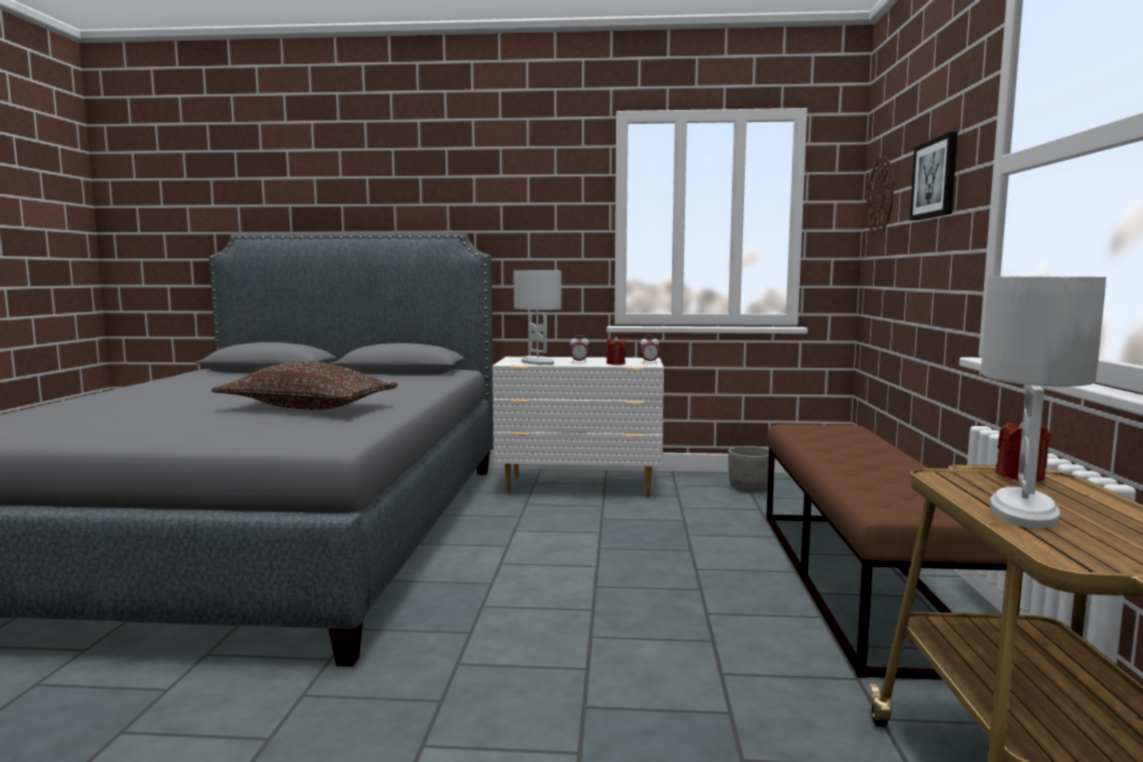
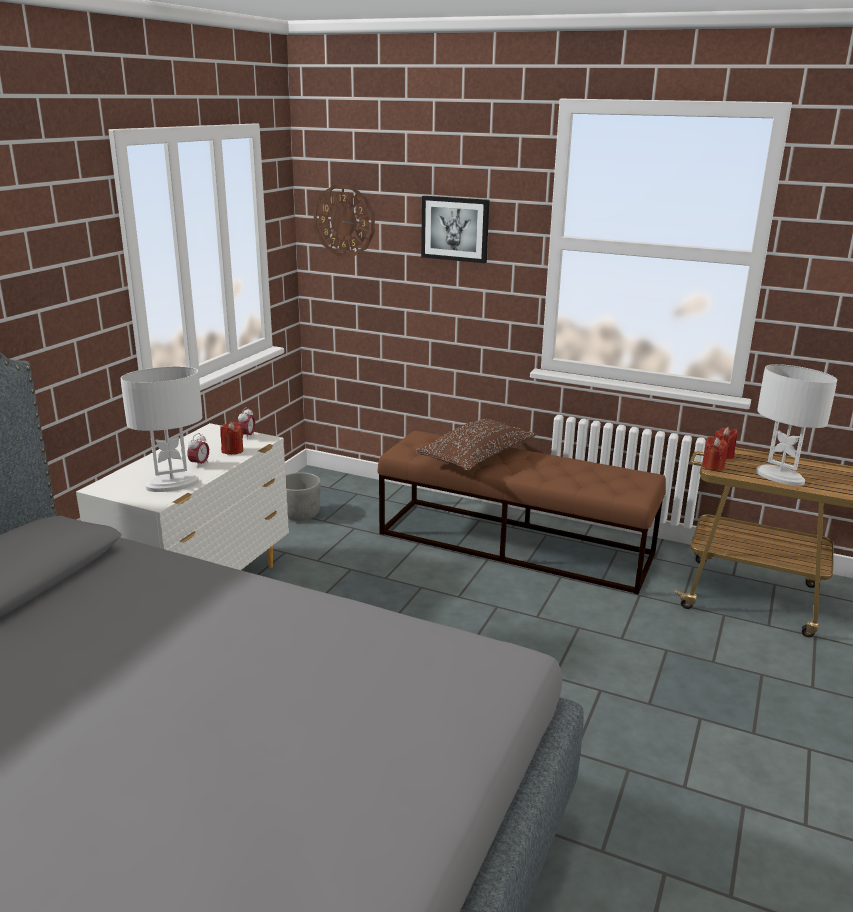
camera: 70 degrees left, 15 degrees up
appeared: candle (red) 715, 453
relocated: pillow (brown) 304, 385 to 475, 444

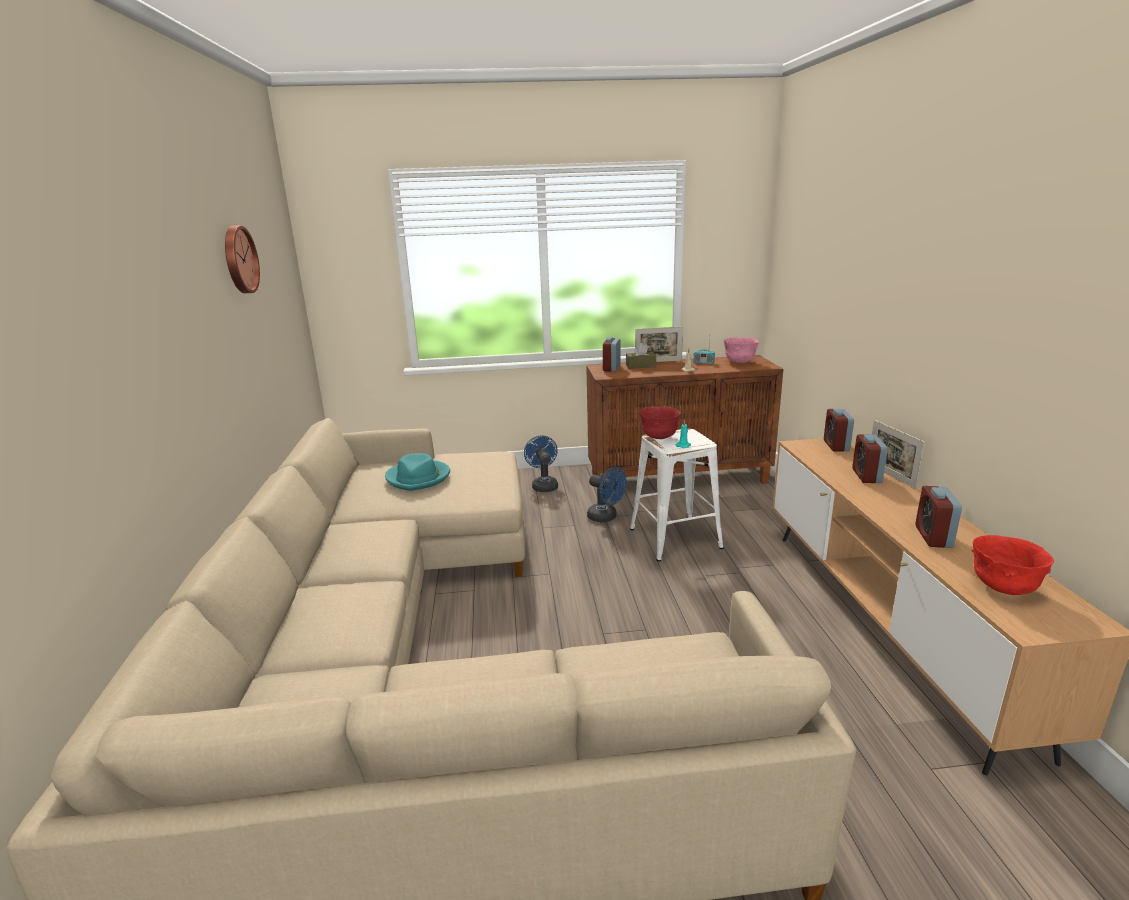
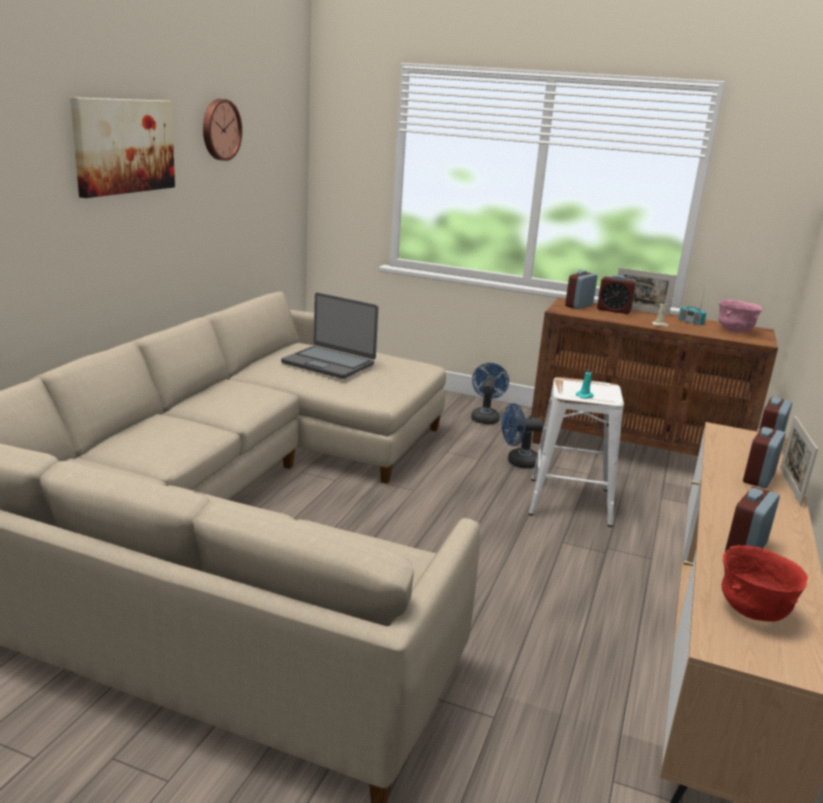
camera: 25 degrees right, 0 degrees up
missing: bowl (red) 659, 423
appeared: picture 122, 147
exchanged: hat (turquoise) 417, 472 to laptop 329, 336; tissue box (brown) 641, 356 to alarm clock 616, 294
spun: fan (blue) 607, 494 = 522, 436 105 degrees clockwise

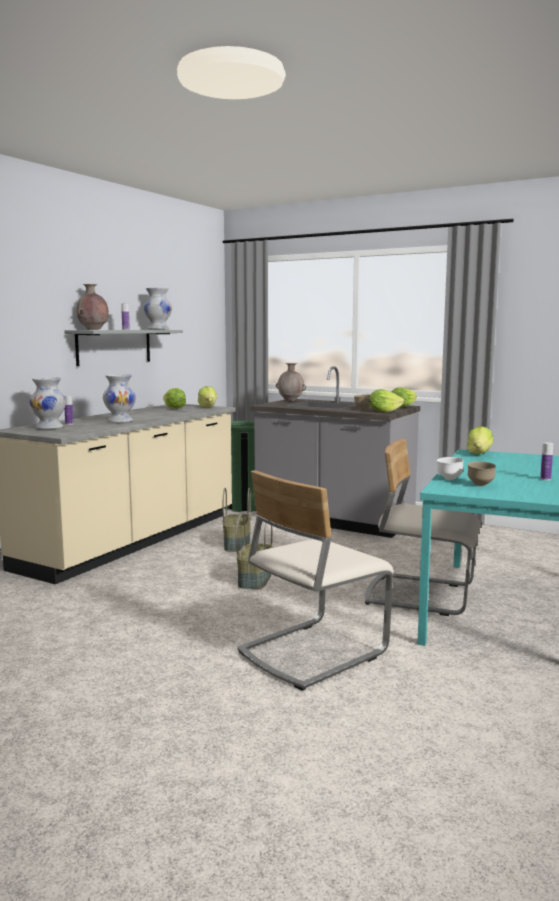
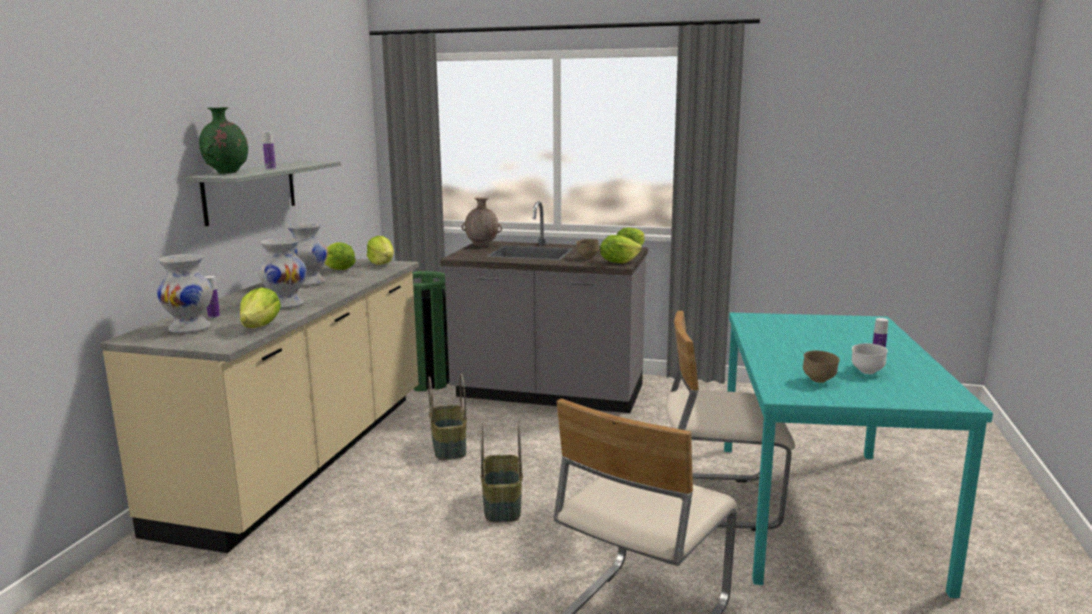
camera: 15 degrees left, 5 degrees up
relocated: lettuce 480, 440 to 260, 307; vase (white) 157, 309 to 307, 254; bowl (white) 450, 468 to 870, 358
colour: vase (brown) 92, 307 to vase (green) 223, 140

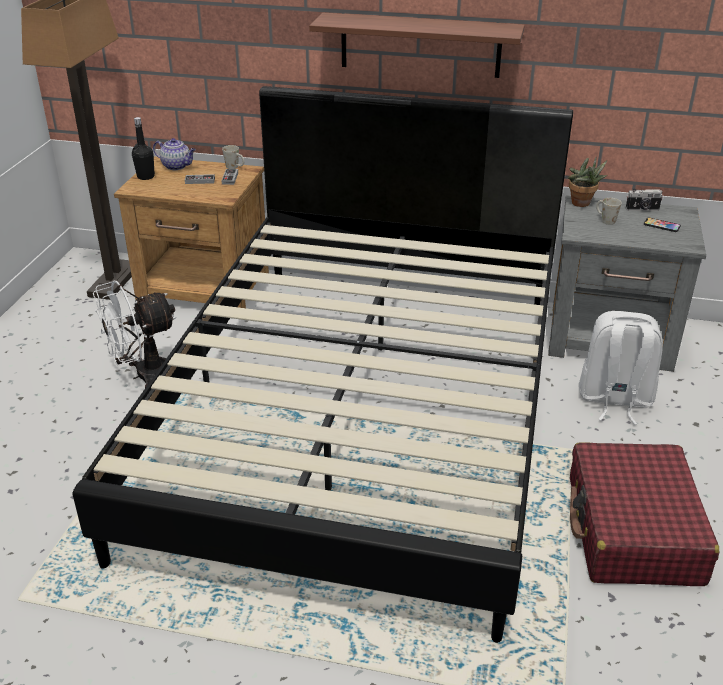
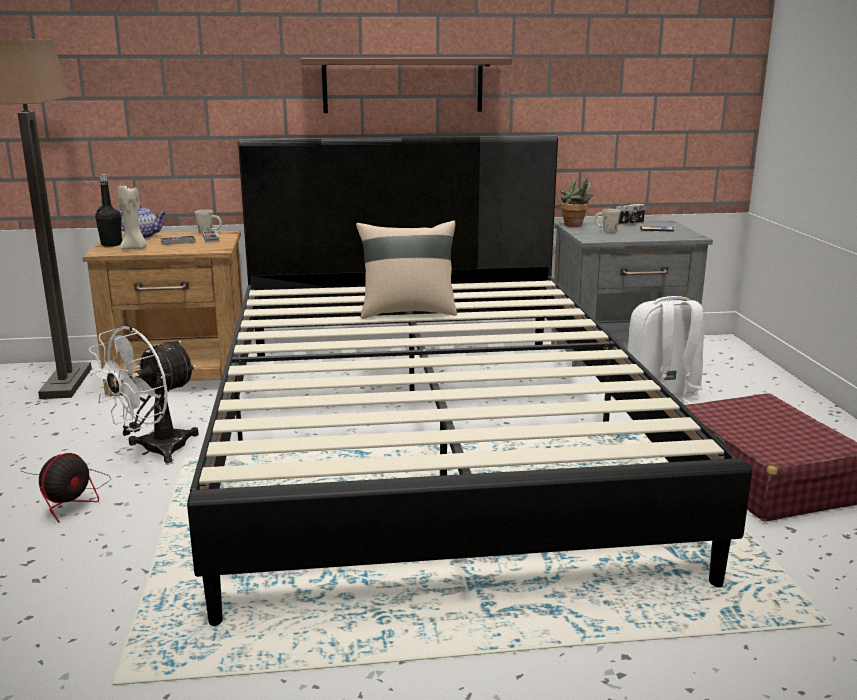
camera: 20 degrees left, 15 degrees down
appeared: fan 65, 487; candle (beige) 132, 217; pillow (beige) 406, 270

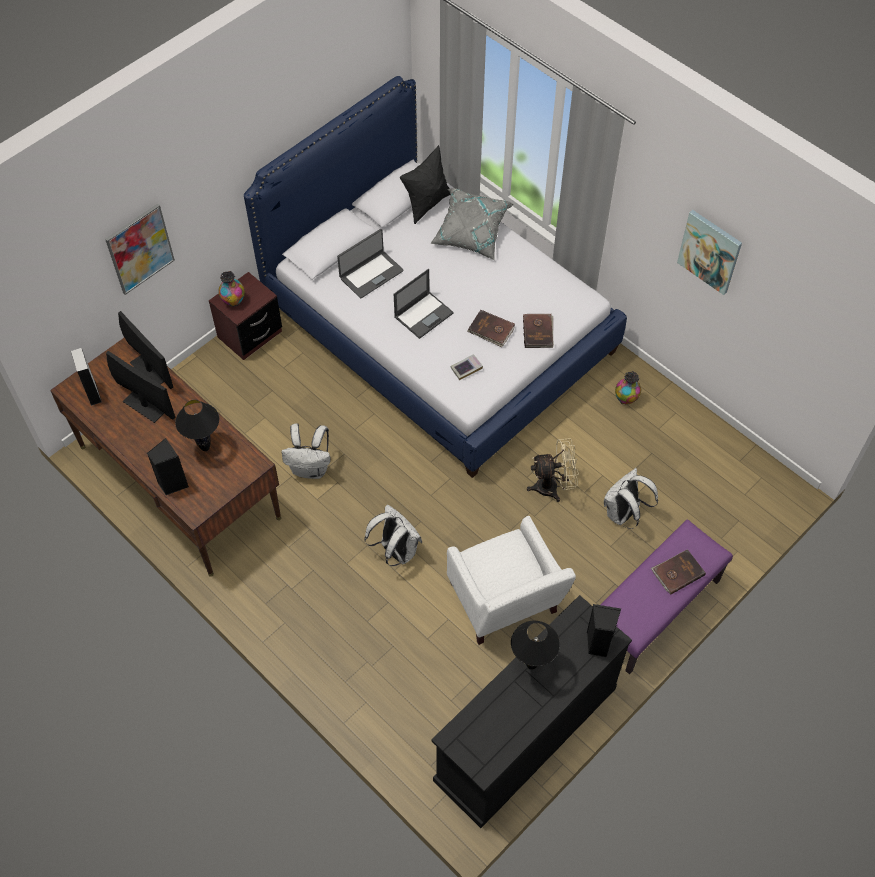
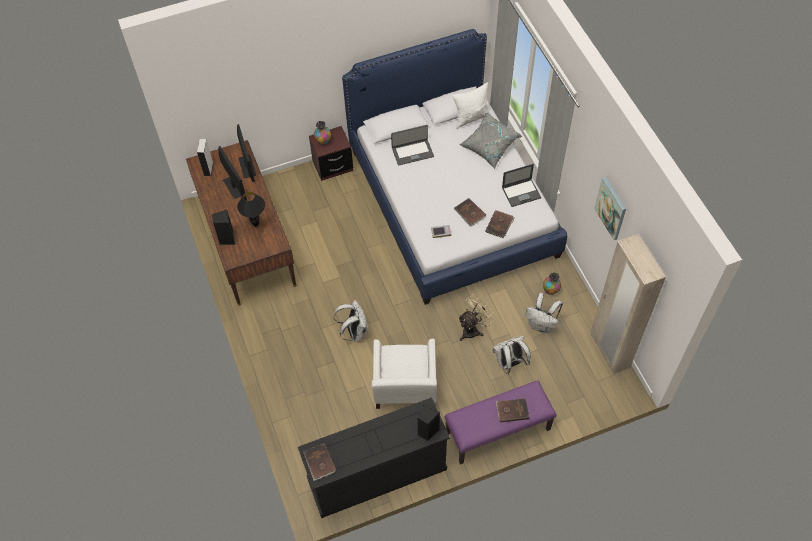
camera: 25 degrees right, 0 degrees up
missing: picture 140, 249; table lamp (black) 535, 645
appeared: book (brown) 320, 462; wardrobe (beige) 628, 304
relocated: laptop 424, 304 to 521, 185; backpack (white) 306, 451 to 544, 313
colour: pillow (black) 425, 184 to pillow (white) 471, 105
spun: fan (beige) 553, 470 = 476, 317 60 degrees counterclockwise

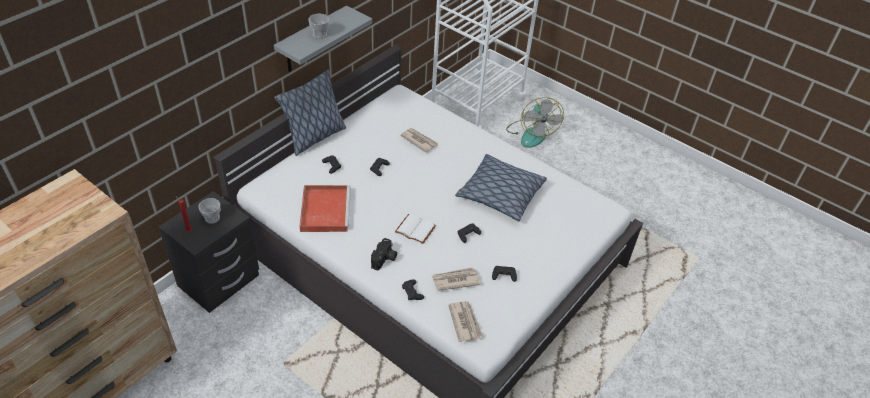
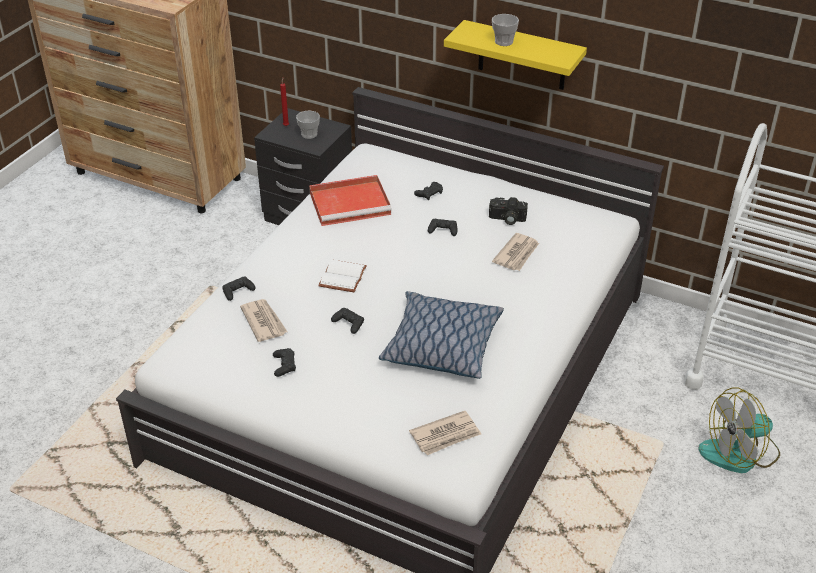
camera: 80 degrees right, 5 degrees down
missing: pillow 310, 112
relocated: newspaper 465, 321 to 445, 433; photo camera 384, 254 to 508, 211
colour: shelf (grey) 323, 39 to shelf (yellow) 515, 55

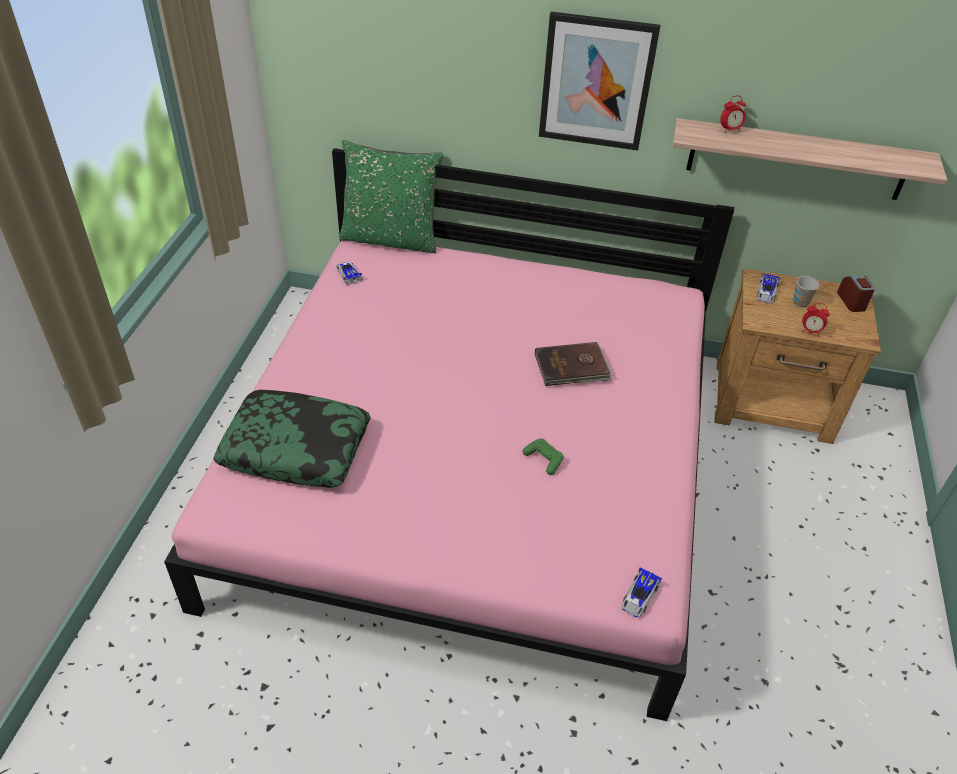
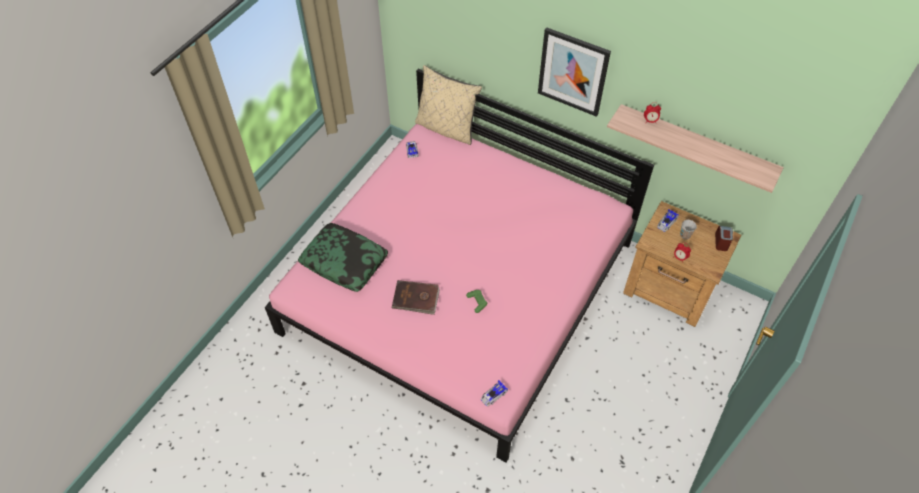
camera: 20 degrees right, 10 degrees up
relocated: book (brown) 573, 364 to 415, 297
colour: pillow (green) 391, 196 to pillow (beige) 448, 105

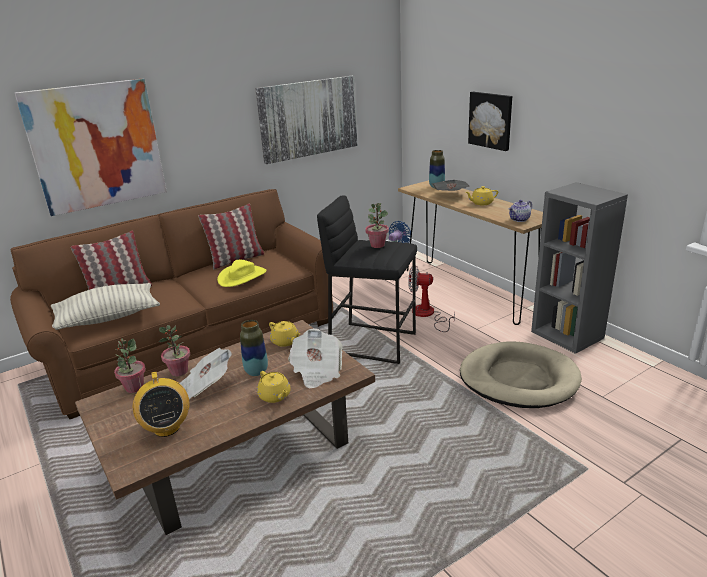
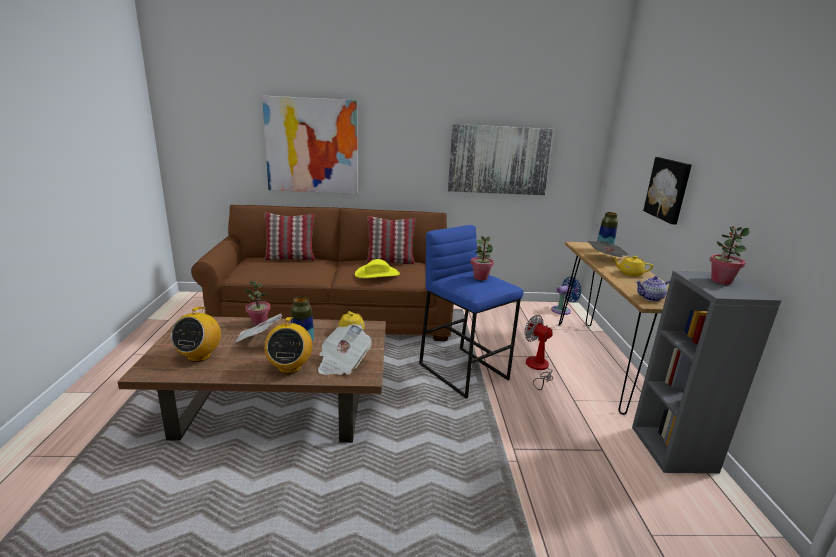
camera: 30 degrees right, 5 degrees down
missing: pillow 105, 306; dog bed (beige) 521, 374
relocated: potted plant 130, 365 to 729, 255
exchanged: teapot (yellow) 274, 387 to radio 288, 345
colour: stool (black) 367, 279 to stool (blue) 471, 312

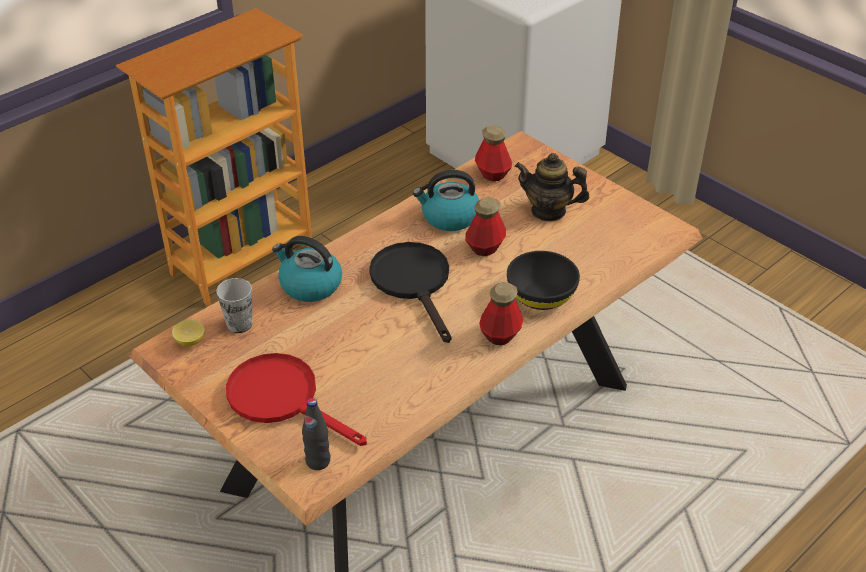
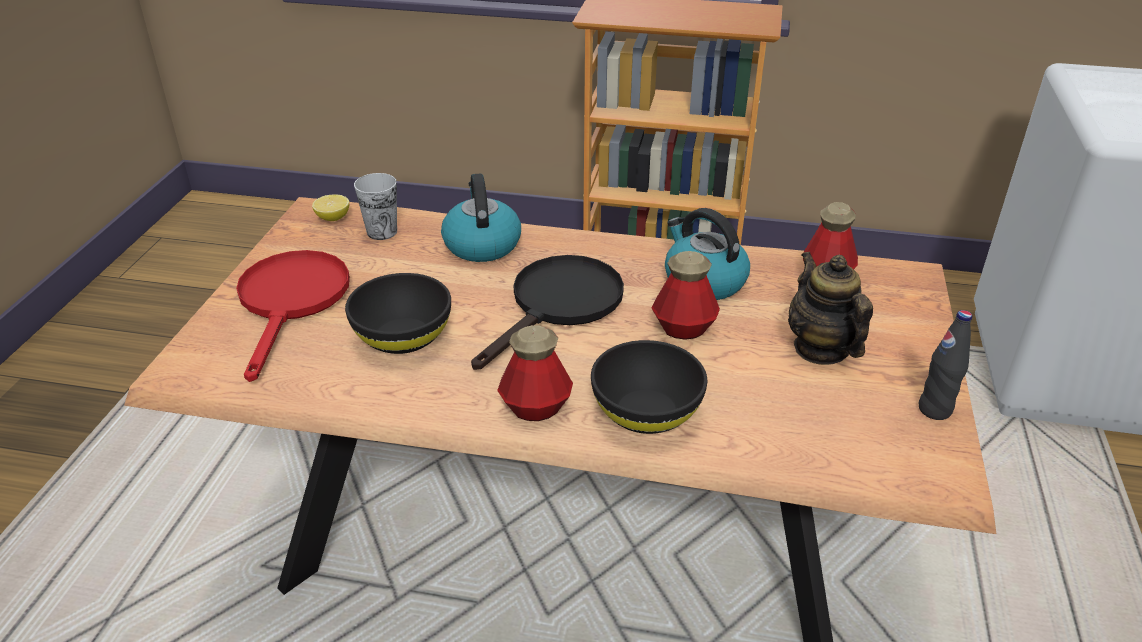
camera: 55 degrees right, 5 degrees down
appeared: bowl (black) 398, 313
relocated: bottle (black) 316, 434 to 945, 365

